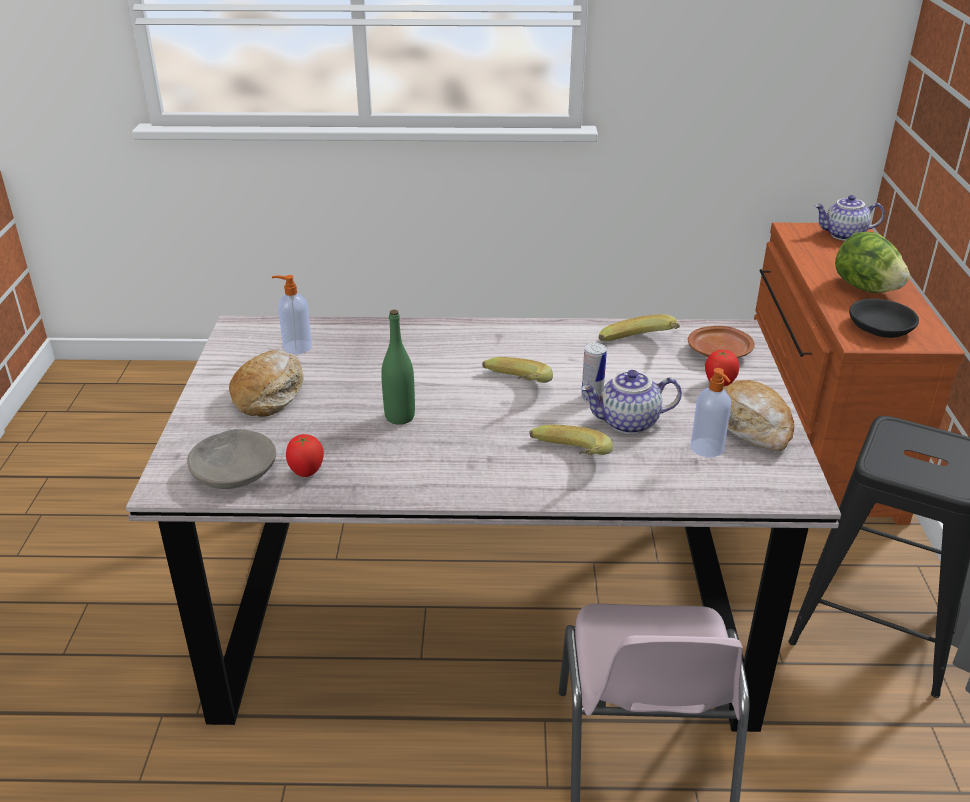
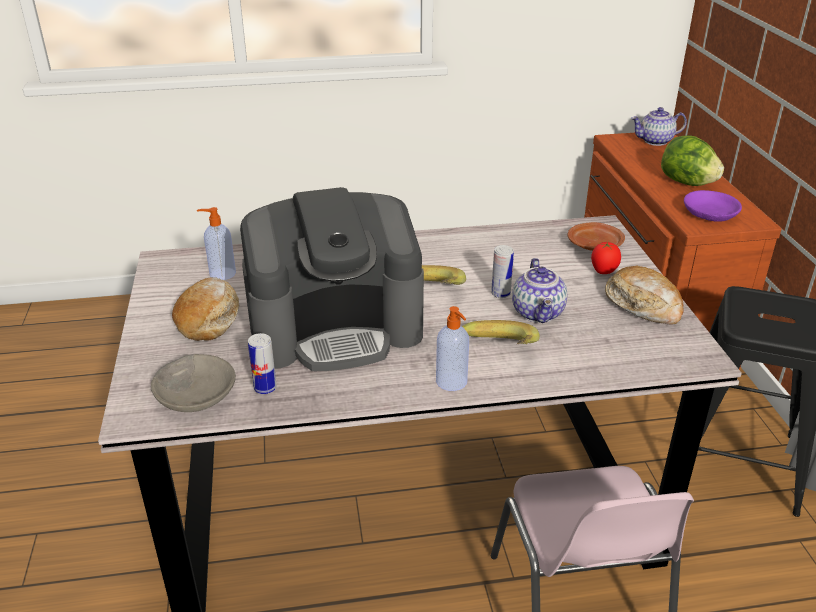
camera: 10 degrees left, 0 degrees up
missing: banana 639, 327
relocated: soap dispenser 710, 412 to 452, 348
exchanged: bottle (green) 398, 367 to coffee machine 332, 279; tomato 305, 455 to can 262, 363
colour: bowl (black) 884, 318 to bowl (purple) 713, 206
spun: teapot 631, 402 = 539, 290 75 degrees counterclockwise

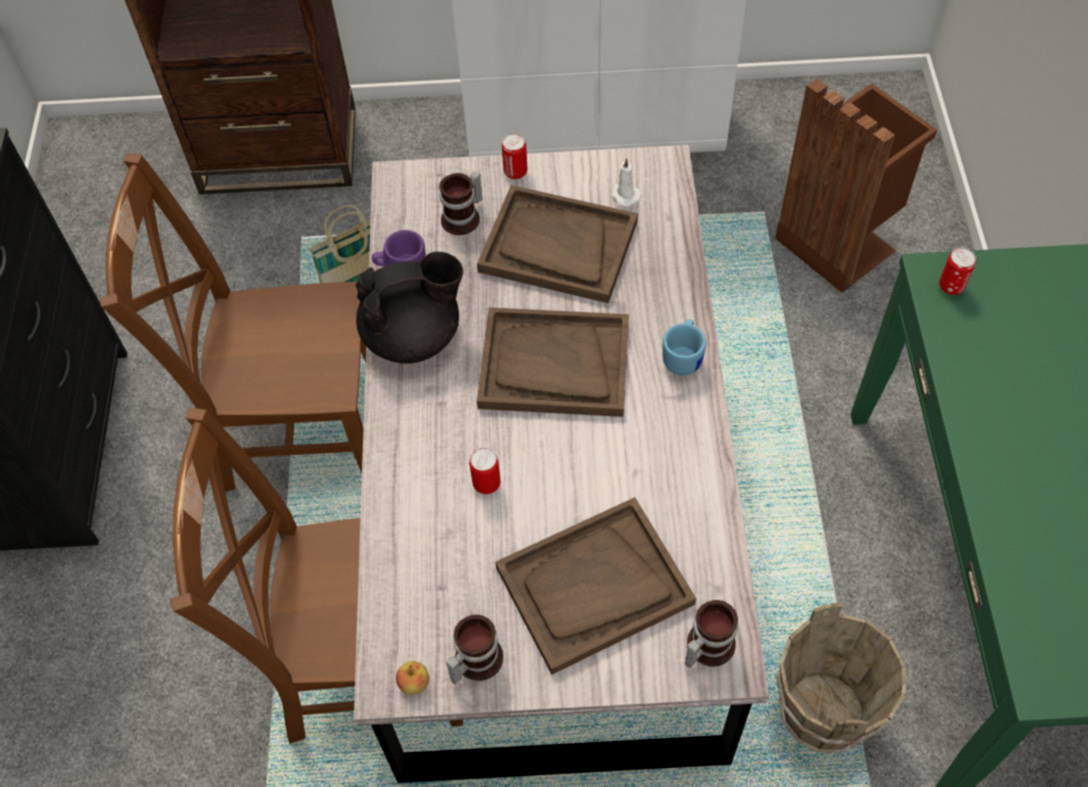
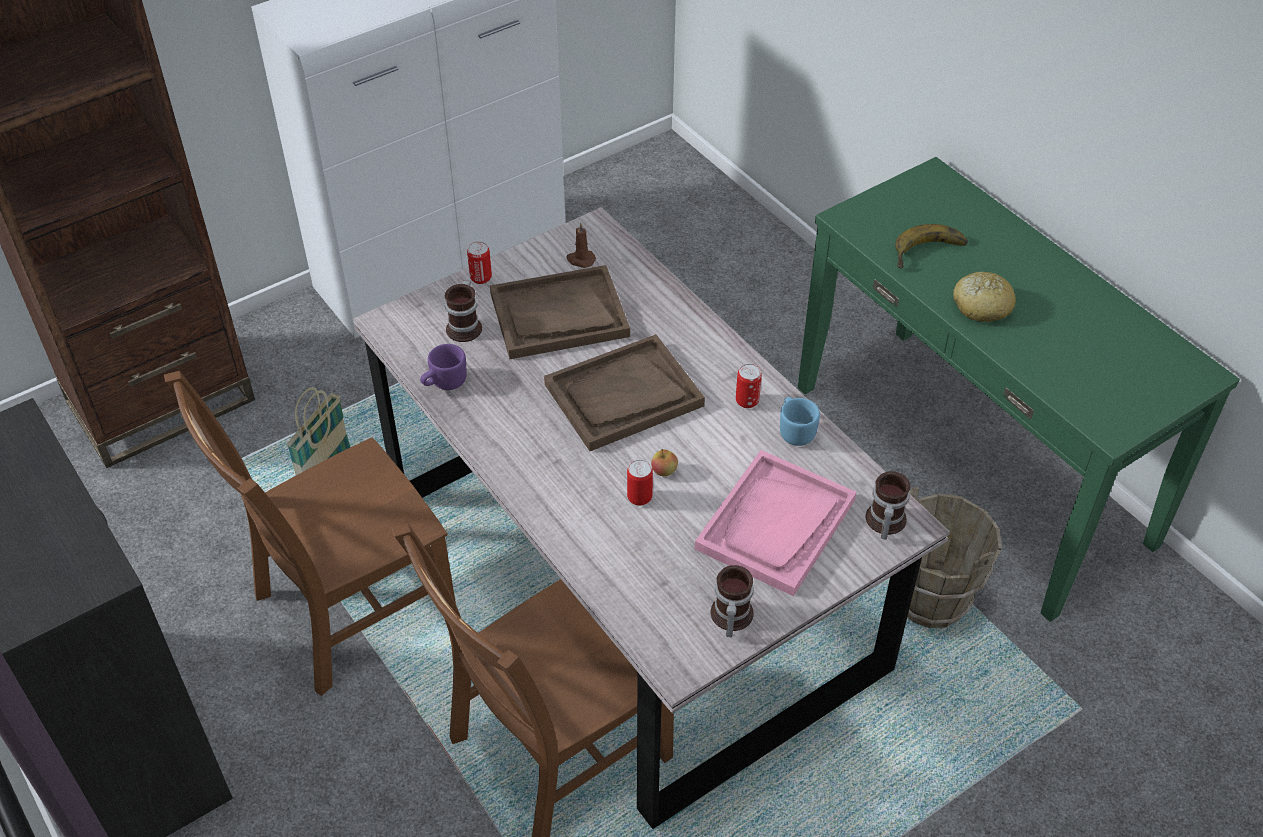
camera: 35 degrees left, 10 degrees down
missing: teapot (black) 409, 308; trash can (brown) 856, 186
appeared: banana 931, 246; bread 984, 297
relocated: apple 412, 678 to 664, 463; can 957, 271 to 749, 386; mug (blue) 684, 348 to 800, 421
colour: candle (white) 625, 182 to candle (brown) 581, 245; tray (brown) 595, 586 to tray (pink) 775, 523

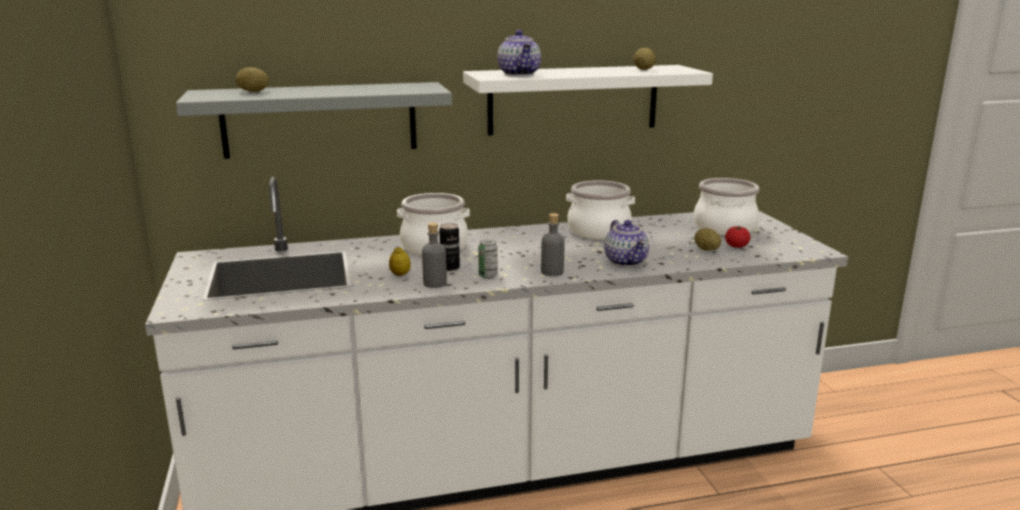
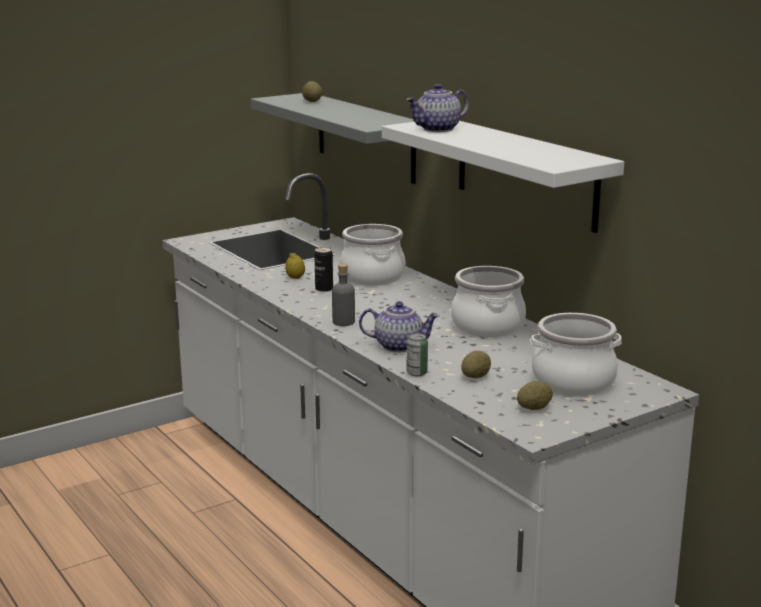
camera: 70 degrees right, 0 degrees up
missing: bottle (grey) 434, 255; tomato 737, 237
relocated: can 488, 259 to 417, 355; potato 644, 59 to 535, 395
spun: teapot 626, 243 = 399, 326 135 degrees counterclockwise

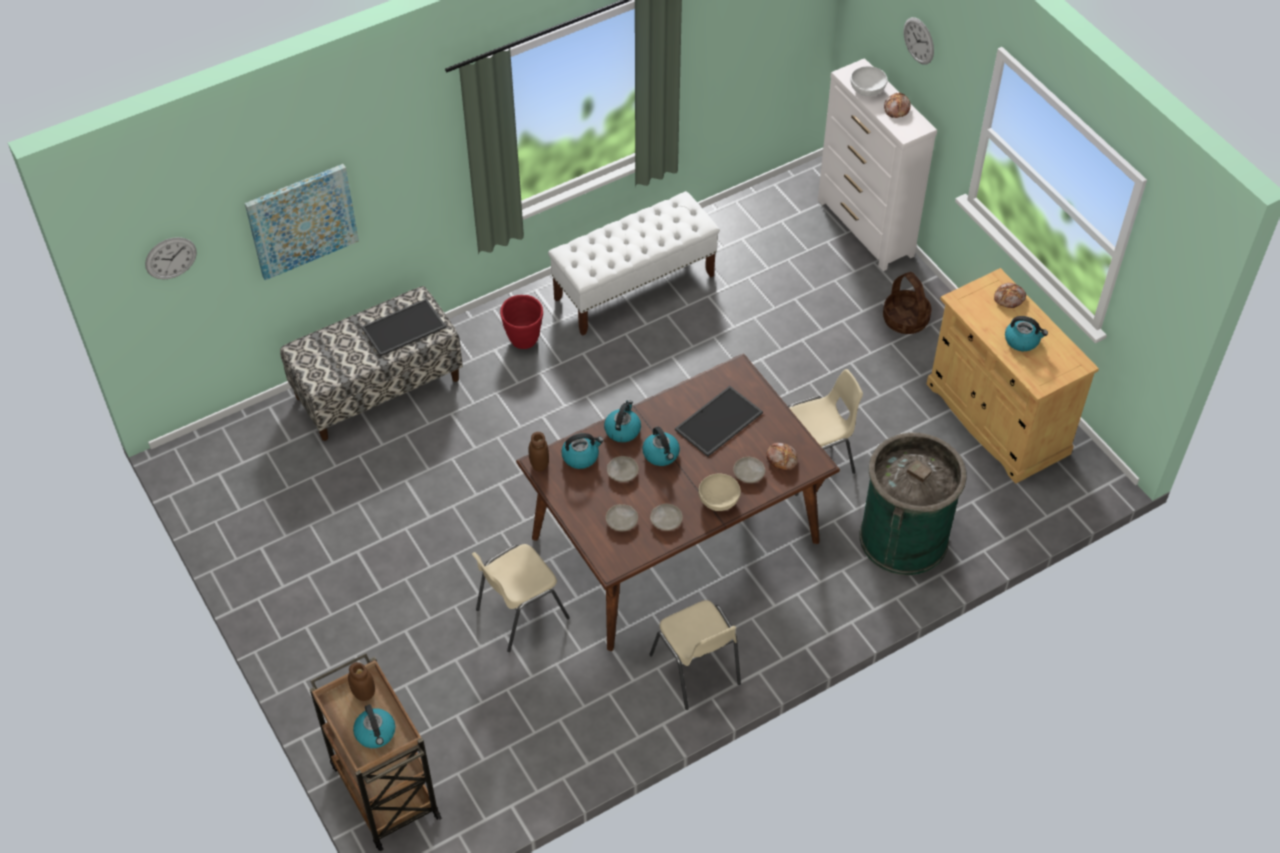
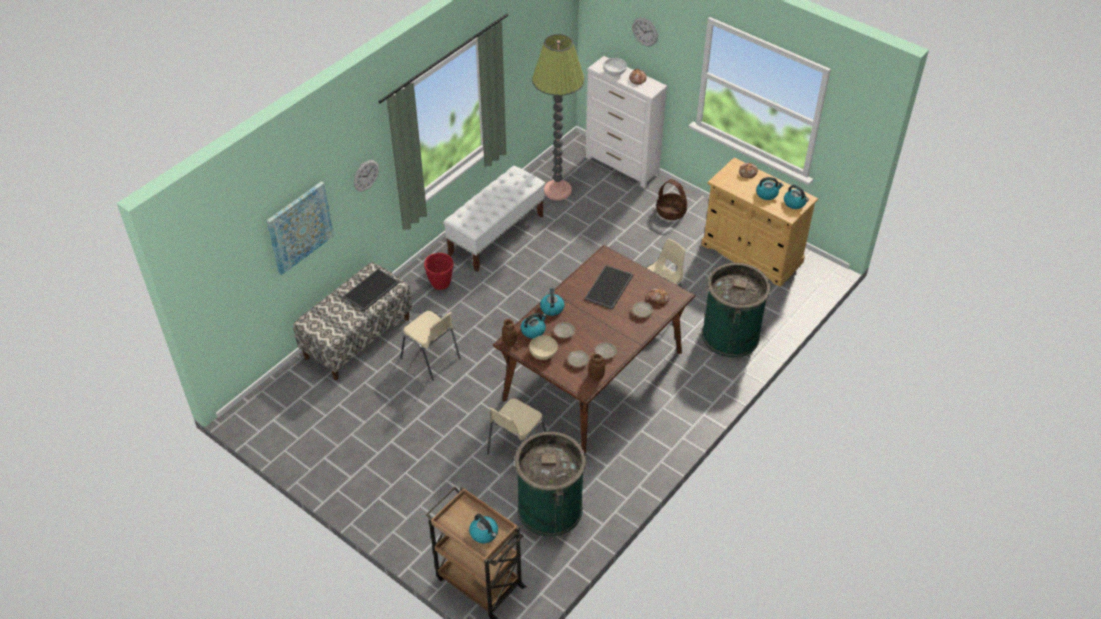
camera: 20 degrees left, 5 degrees down
appeared: trash can (green) 550, 484; floor lamp 558, 117
relocated: wall clock 171, 258 to 366, 175; chair (beige) 695, 655 to 430, 346; bowl (beige) 719, 492 to 543, 347; jar (brown) 361, 681 to 597, 367; kettle 661, 446 to 796, 197

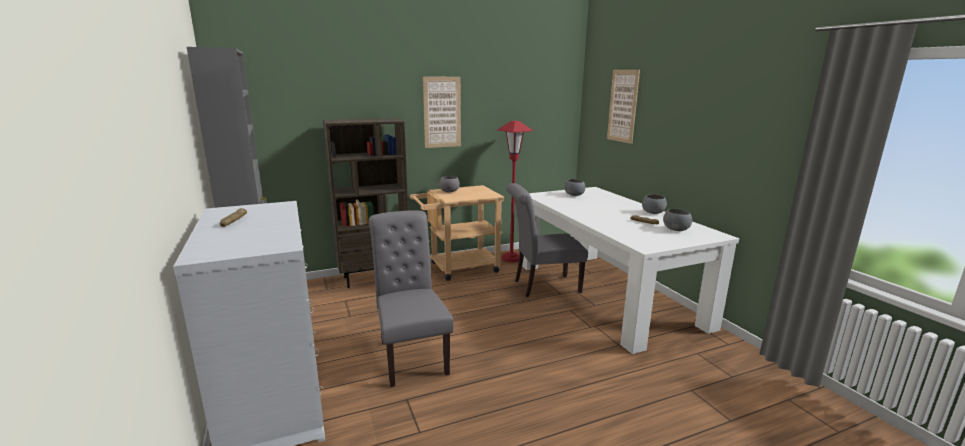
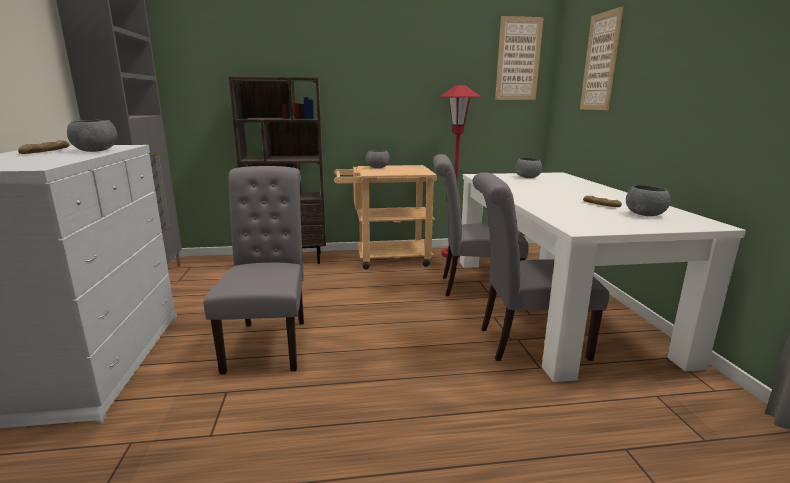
camera: 15 degrees right, 0 degrees up
appeared: chair (grey) 540, 267
relocated: bowl (grey) 654, 204 to 92, 136; picture 442, 112 to 519, 58

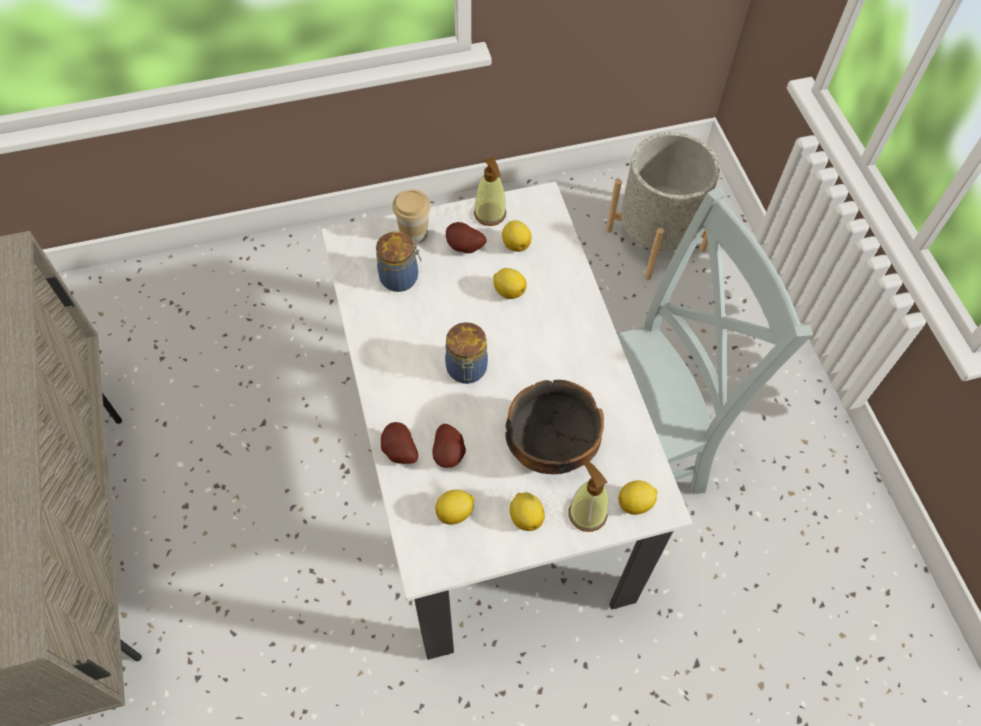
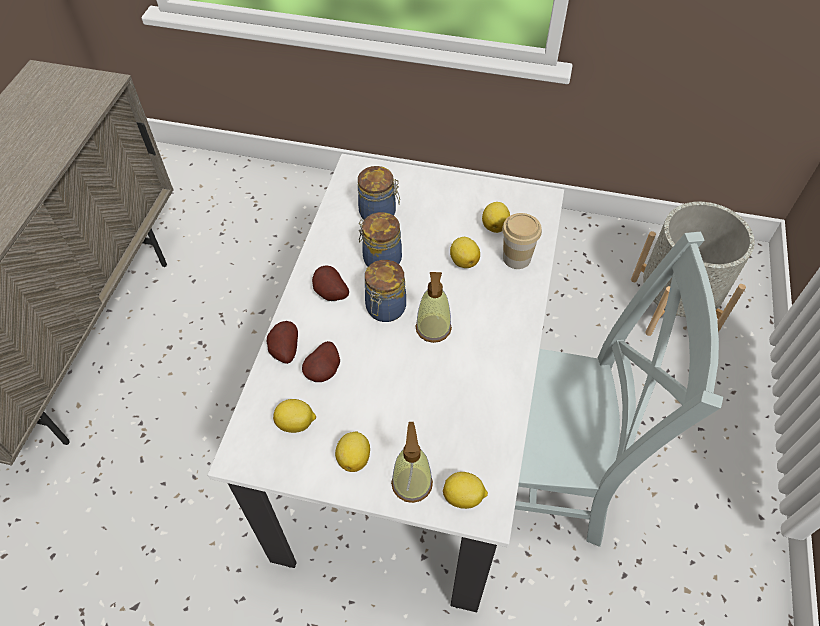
camera: 30 degrees right, 5 degrees down
missing: bowl 554, 427
appeared: jar 380, 239
relocated: potato 466, 237 to 330, 283; soap dispenser 490, 191 to 434, 307; cup 411, 216 to 522, 241

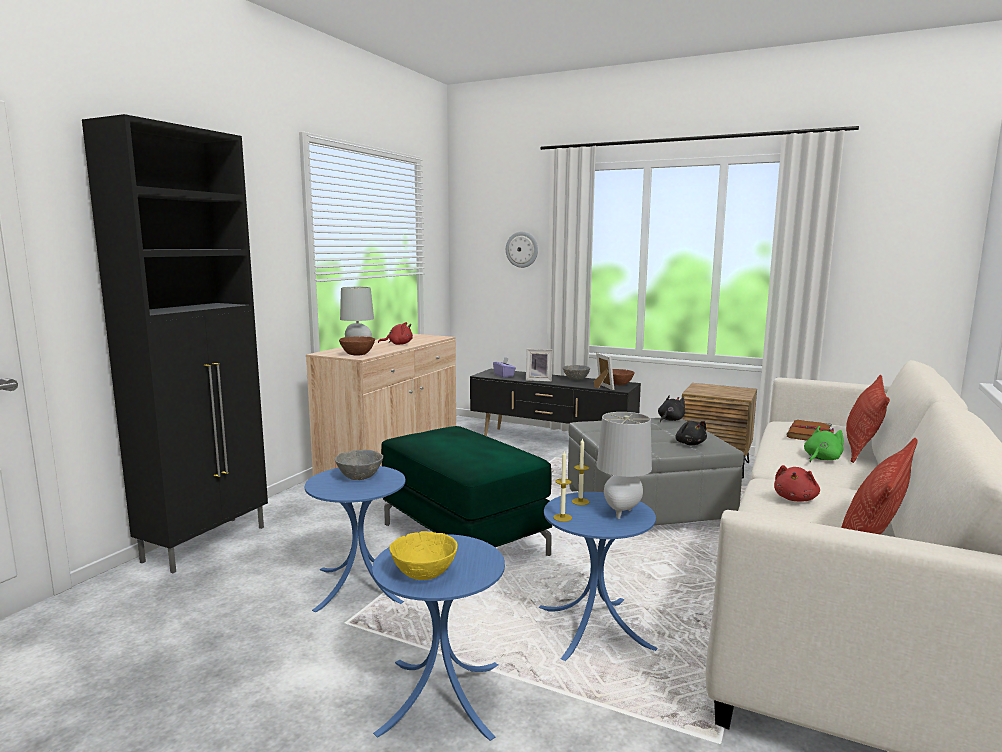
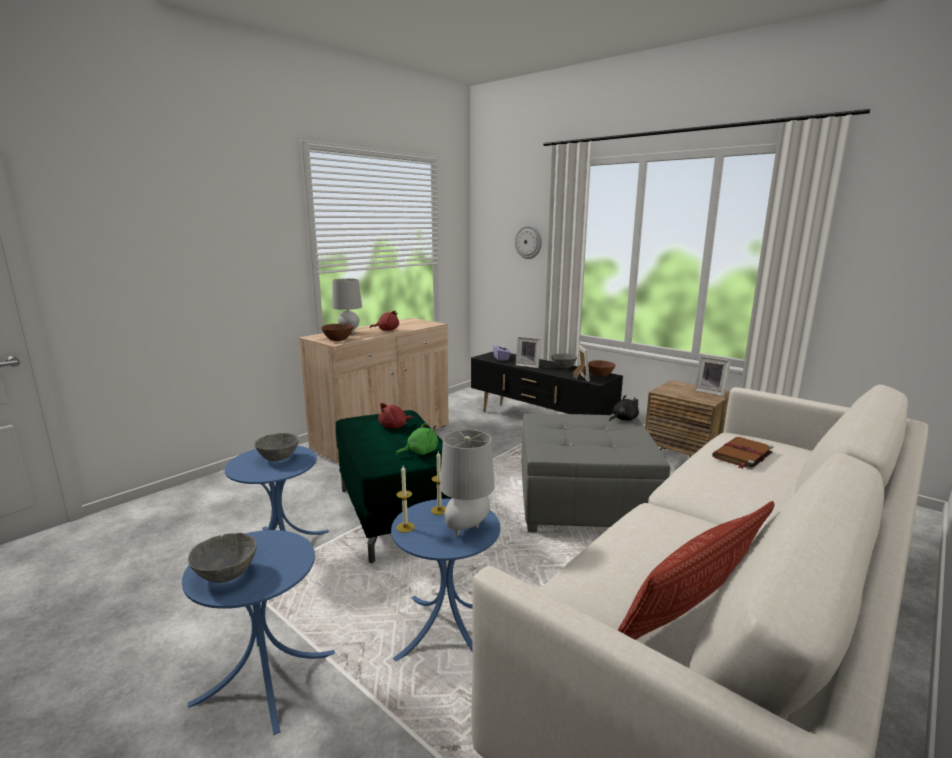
camera: 15 degrees right, 5 degrees up
missing: cabinet (black) 175, 343; plush toy (black) 691, 433; pillow 868, 419
appeared: picture frame 712, 376
relocated: plush toy (red) 797, 483 to 395, 416; plush toy (green) 824, 444 to 417, 438
colour: bowl (yellow) 423, 555 to bowl (grey) 222, 558

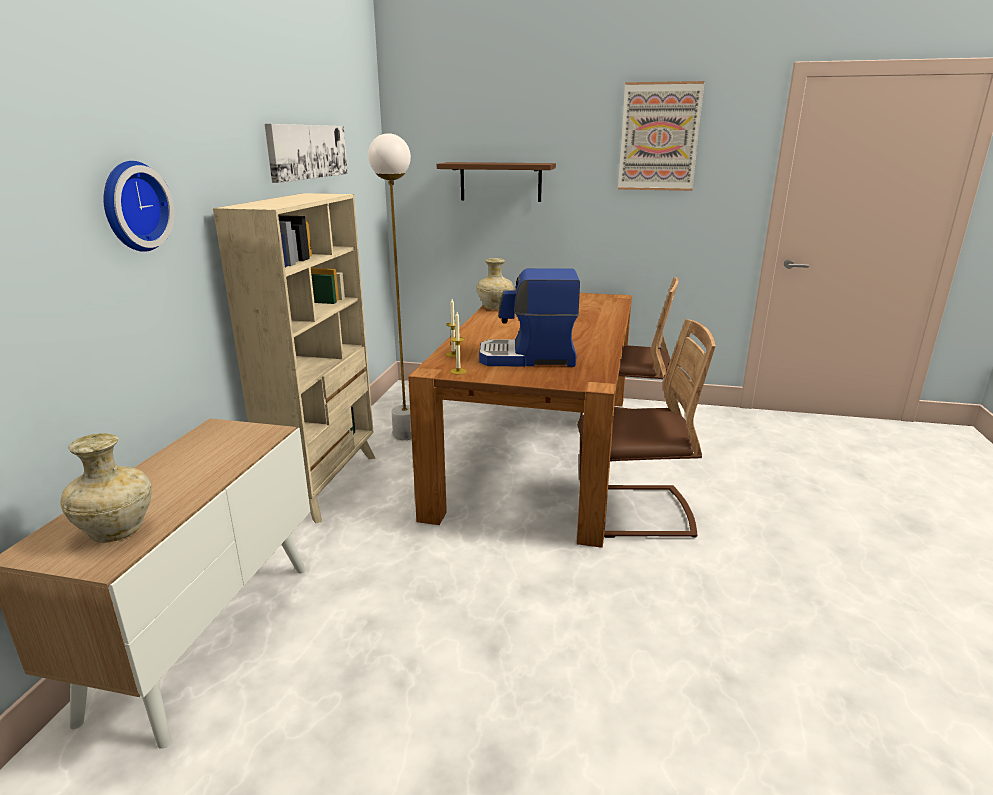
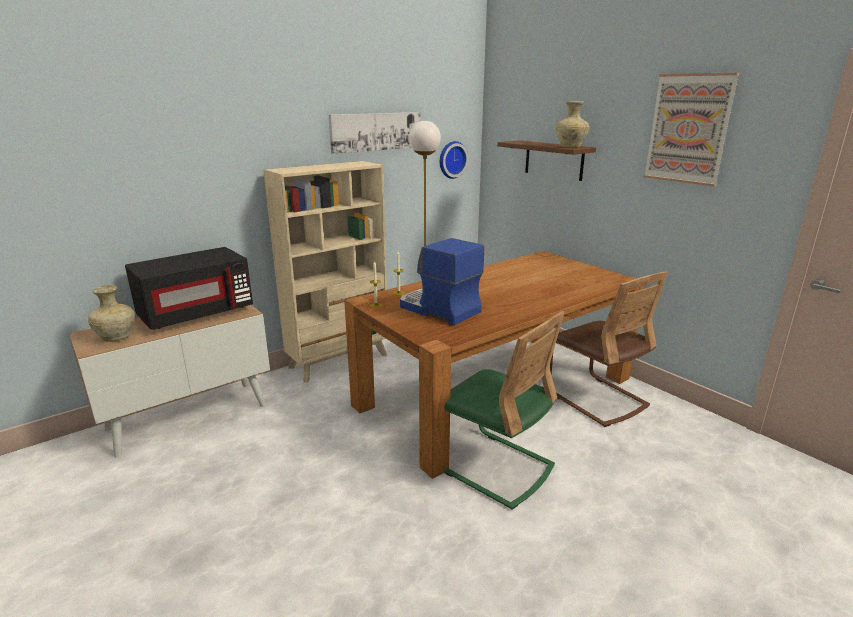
camera: 40 degrees right, 0 degrees up
appeared: microwave (black) 189, 288
relocated: wall clock 138, 206 to 454, 160; vase (beige) 495, 284 to 573, 124
colour: chair (brown) 646, 428 to chair (green) 504, 410

